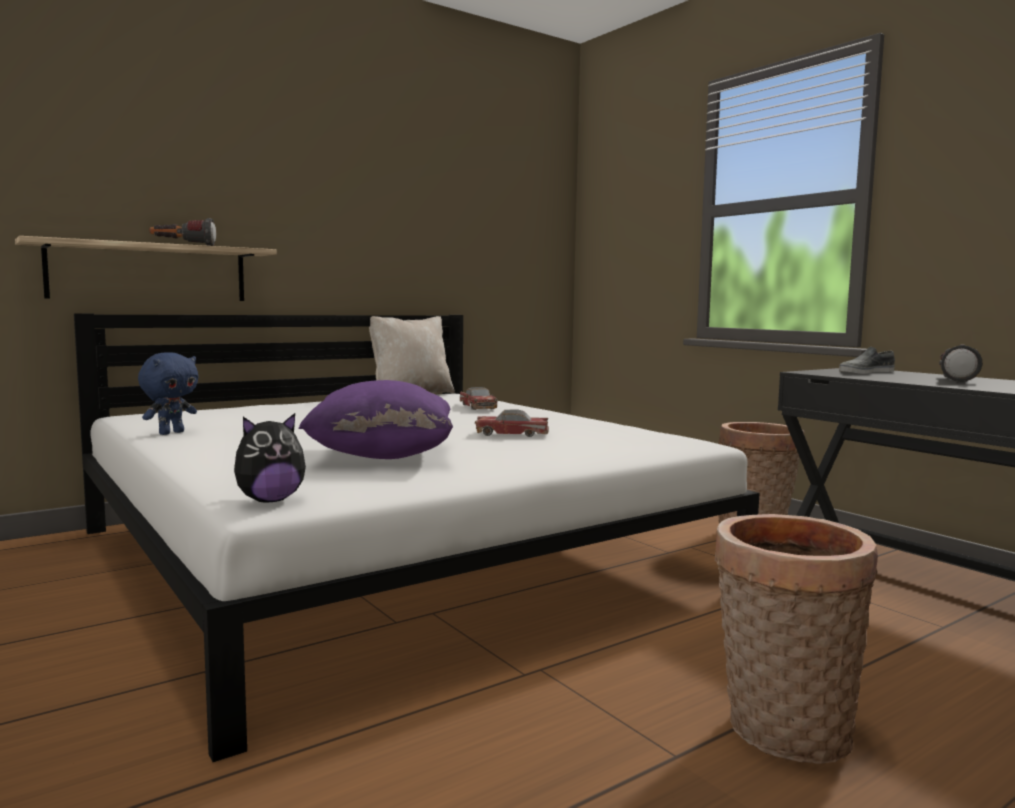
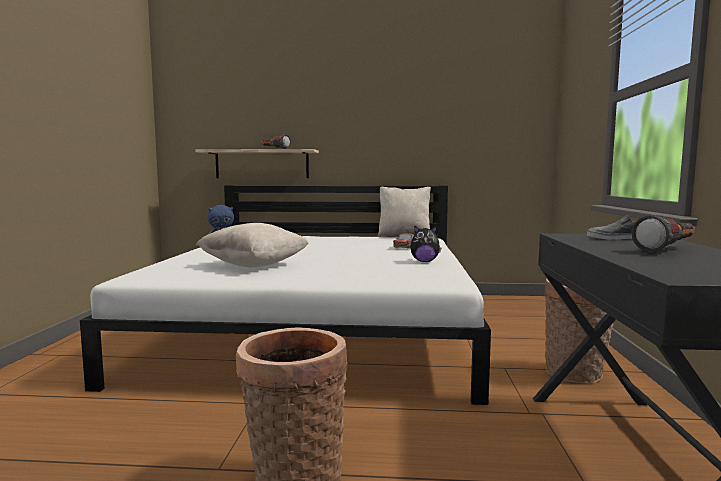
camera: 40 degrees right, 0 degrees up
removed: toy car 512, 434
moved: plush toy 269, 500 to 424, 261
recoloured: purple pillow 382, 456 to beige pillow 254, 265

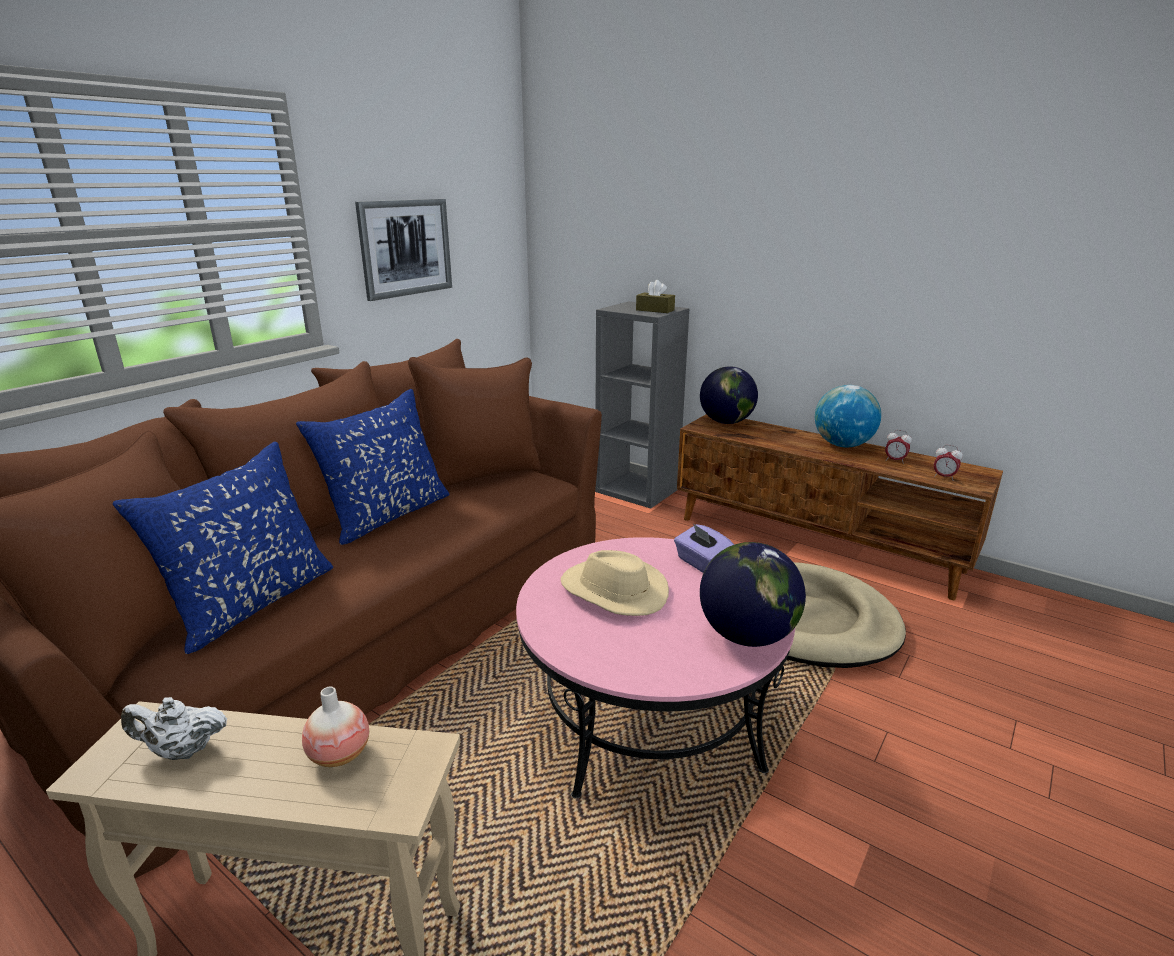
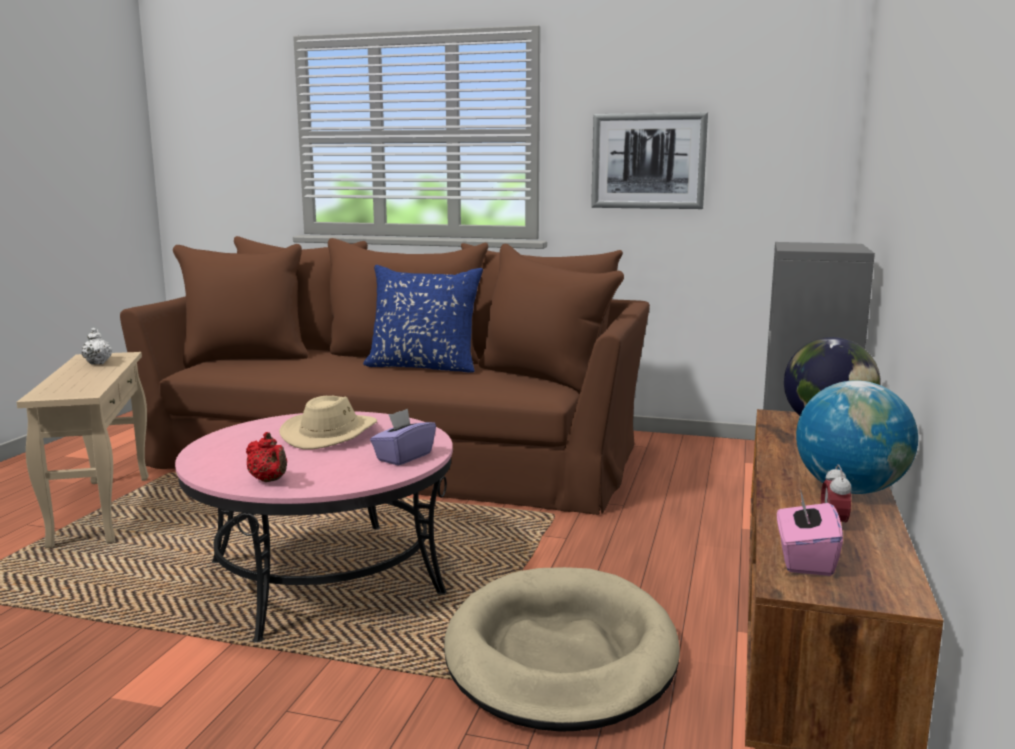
camera: 70 degrees right, 10 degrees down
removed: blue pillow 251, 602; vase 339, 754; brown tissue box 655, 310
replaced: globe 747, 635 to red teapot 269, 480; alarm clock 943, 477 to pink tissue box 804, 559

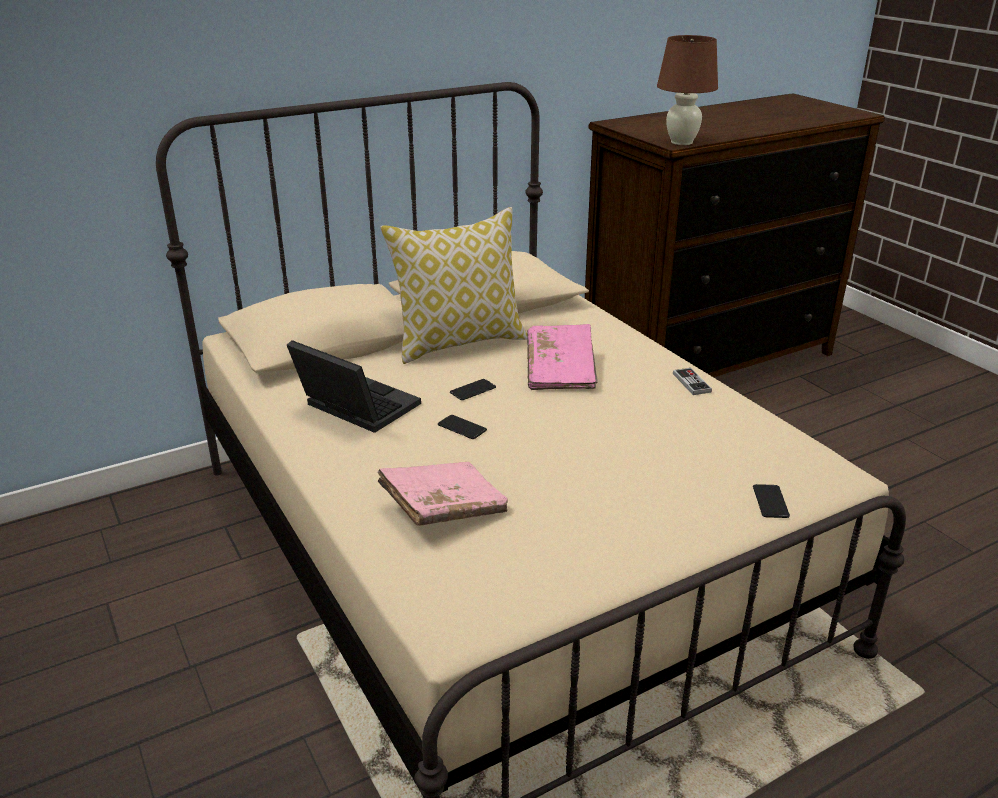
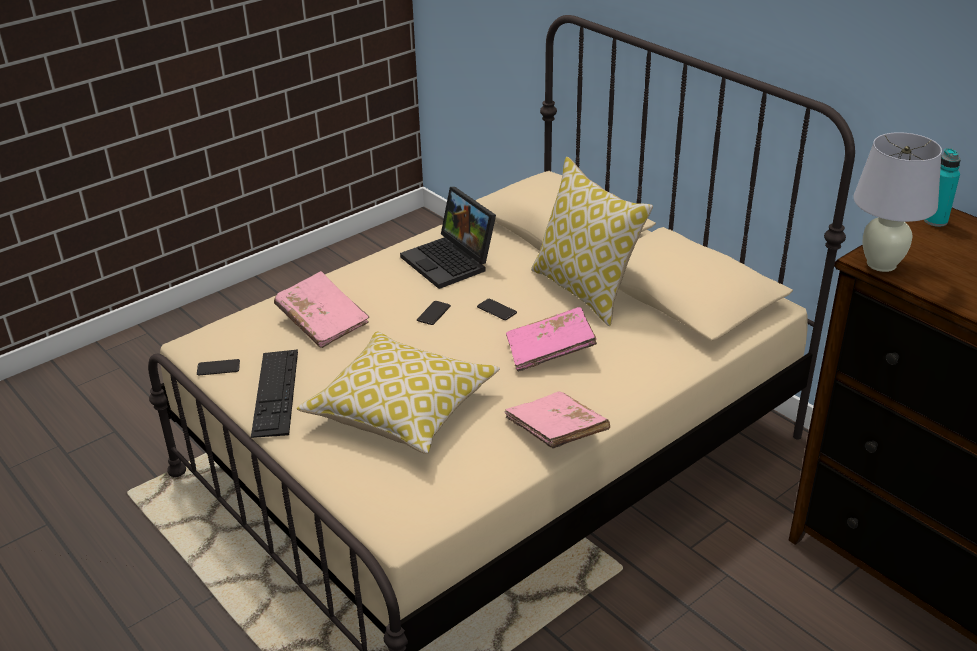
camera: 80 degrees right, 5 degrees up
added: keyboard 275, 392; pillow 402, 410; turquoise bottle 935, 221
moved: phone 770, 502 to 218, 368
replaced: game controller 691, 383 to pink book 556, 432
recoloured: brown table lamp 681, 142 to white table lamp 880, 264
turned: laptop 354, 407 = 451, 262 120 degrees clockwise

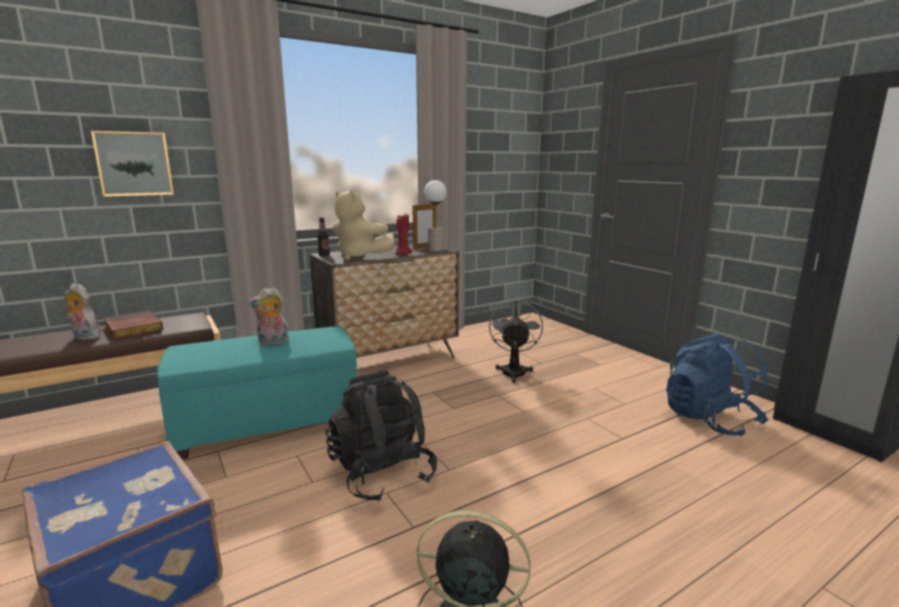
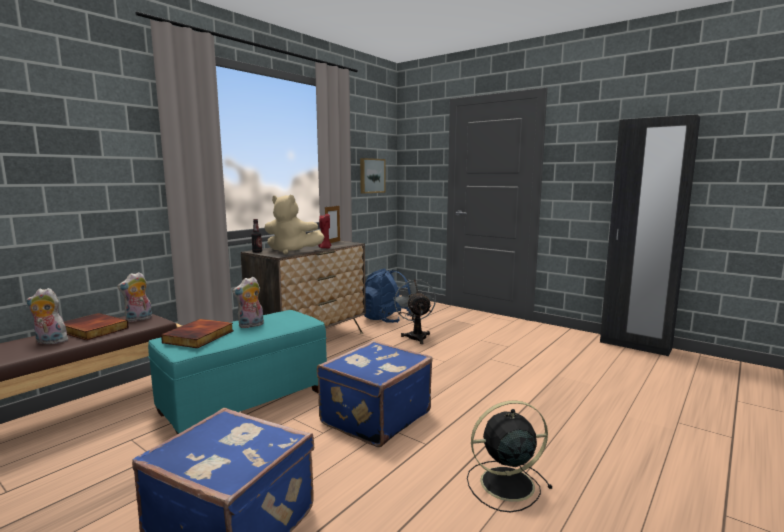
camera: 20 degrees left, 5 degrees down
removed: table lamp 435, 250
added: plush toy 138, 319; book 199, 337
moved: picture 134, 164 to 371, 175; blue backpack 709, 419 to 386, 319
replaced: black backpack 382, 474 to blue suitcase 374, 417

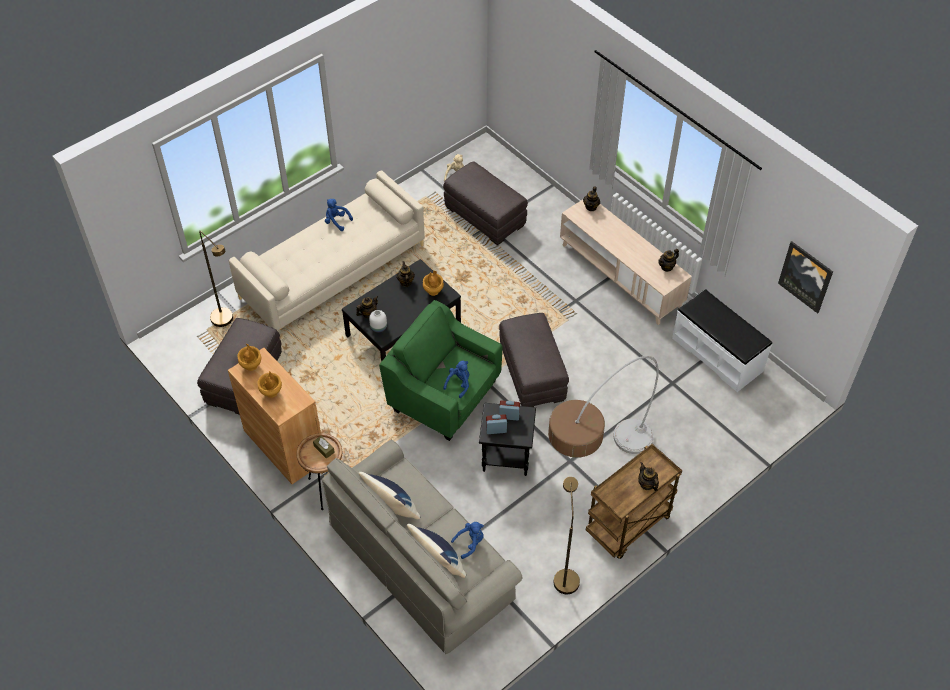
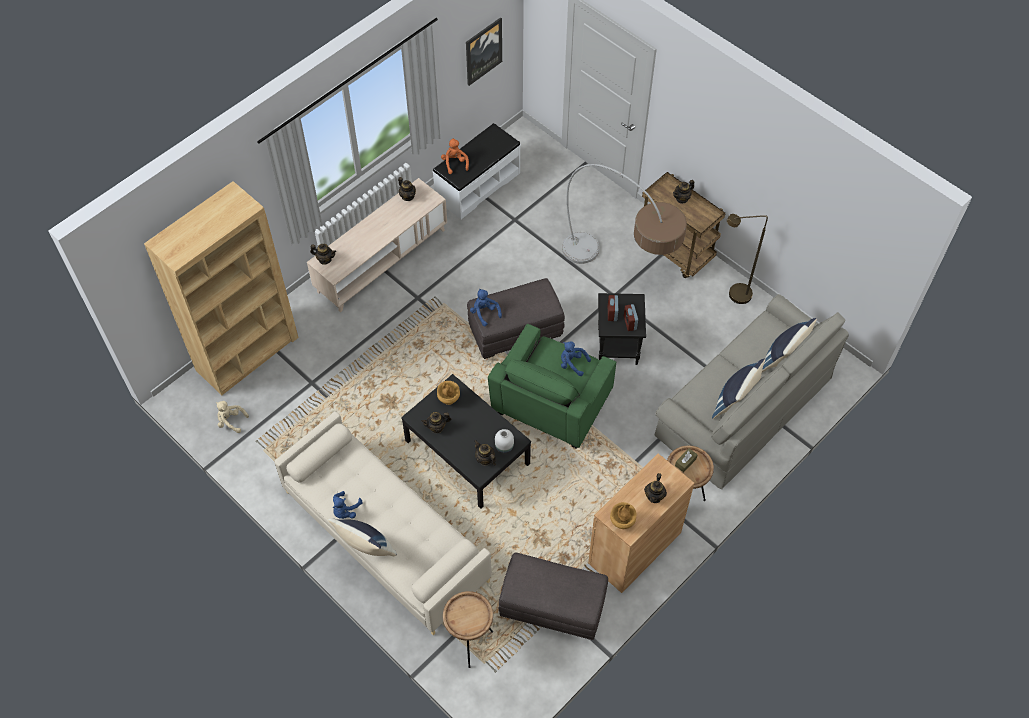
camera: 95 degrees left, 5 degrees up
removed: grey ottoman 485, 216
added: brown bookcase 248, 353; blue pillow 365, 548; orange plush toy 455, 163
moved: blue plush toy 470, 543 to 484, 313
replaced: brown floor lamp 226, 321 to brown side table 470, 642; brown vase 271, 393 to teapot 654, 496

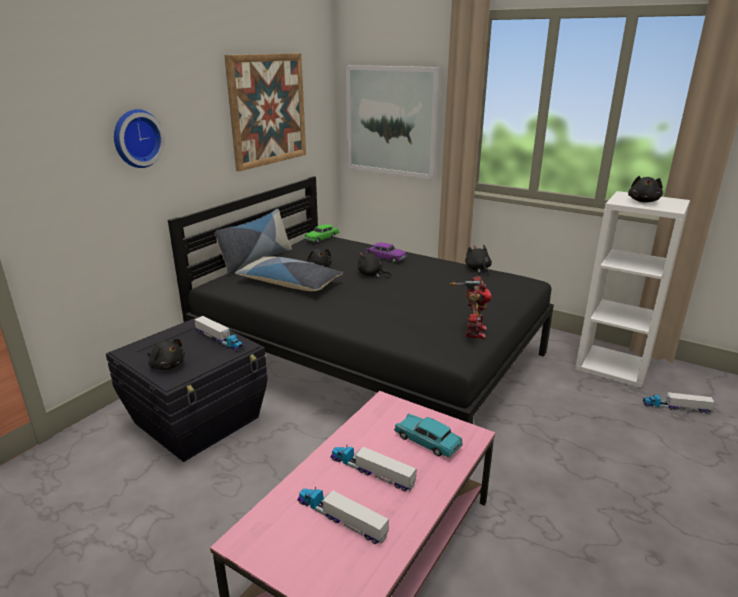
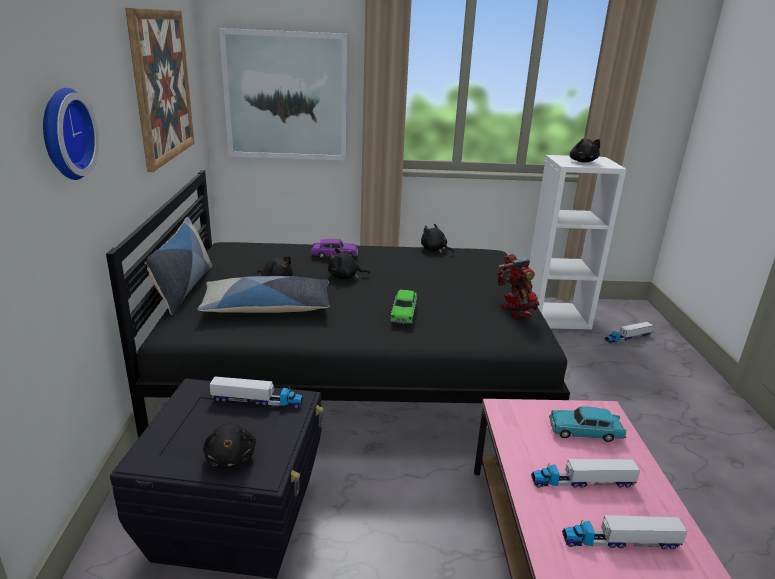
camera: 35 degrees left, 0 degrees up
moved: green toy car 322, 239 to 403, 314
turned: black plush toy 167, 365 = 231, 457 75 degrees clockwise

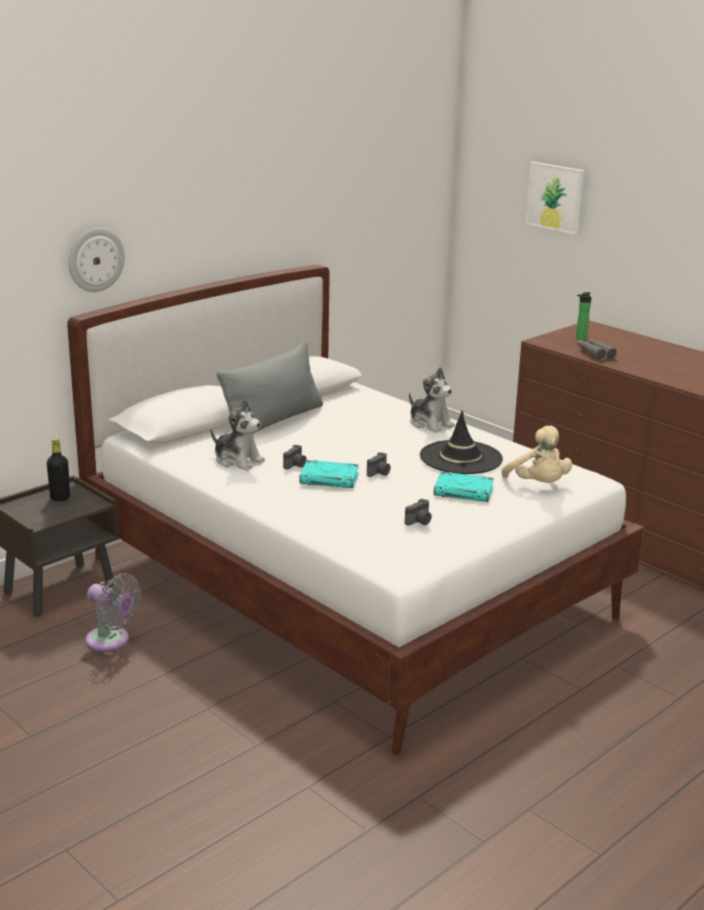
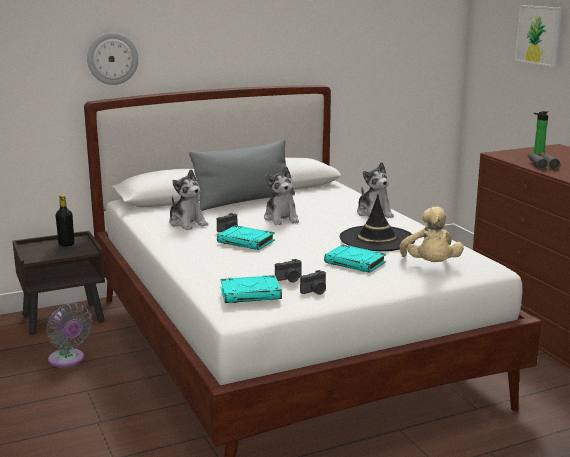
camera: 20 degrees right, 5 degrees down
added: turquoise book 251, 294; plush toy 281, 218
moved: photo camera 379, 473 to 315, 291

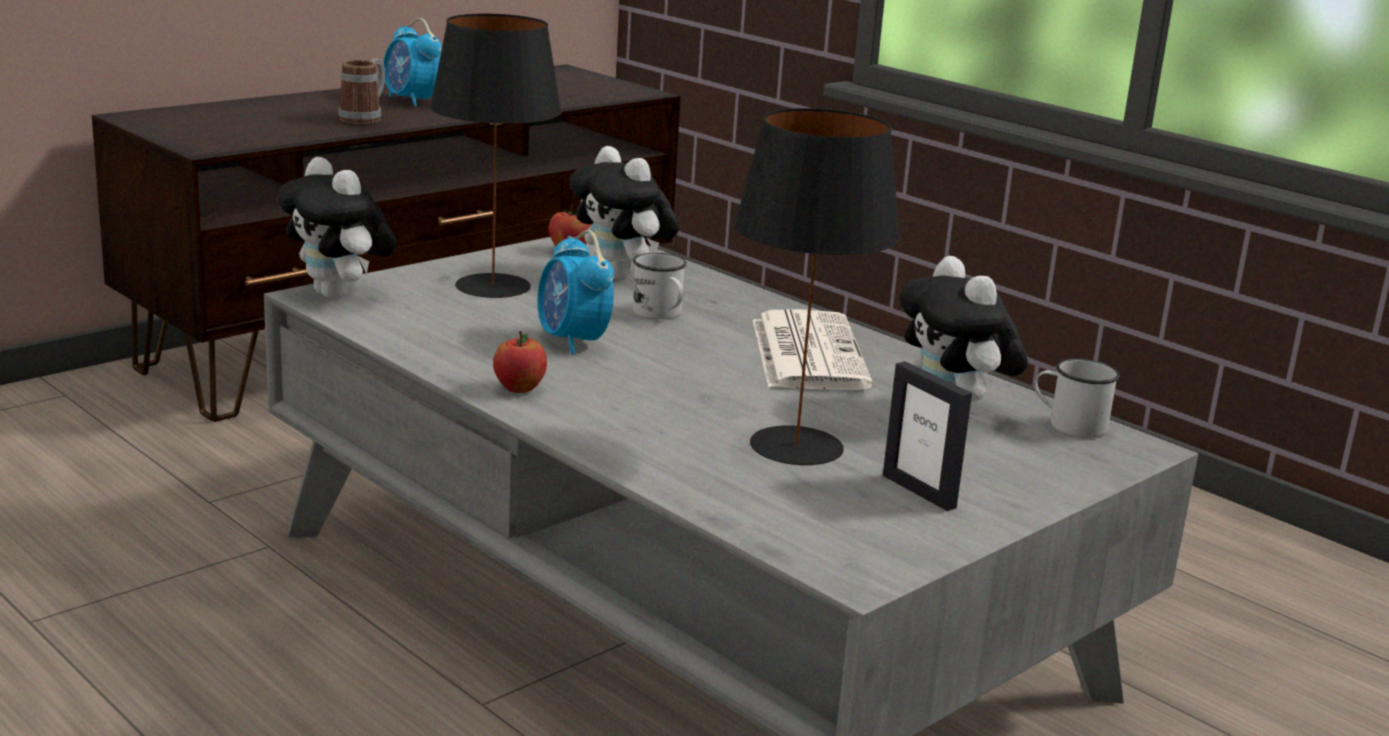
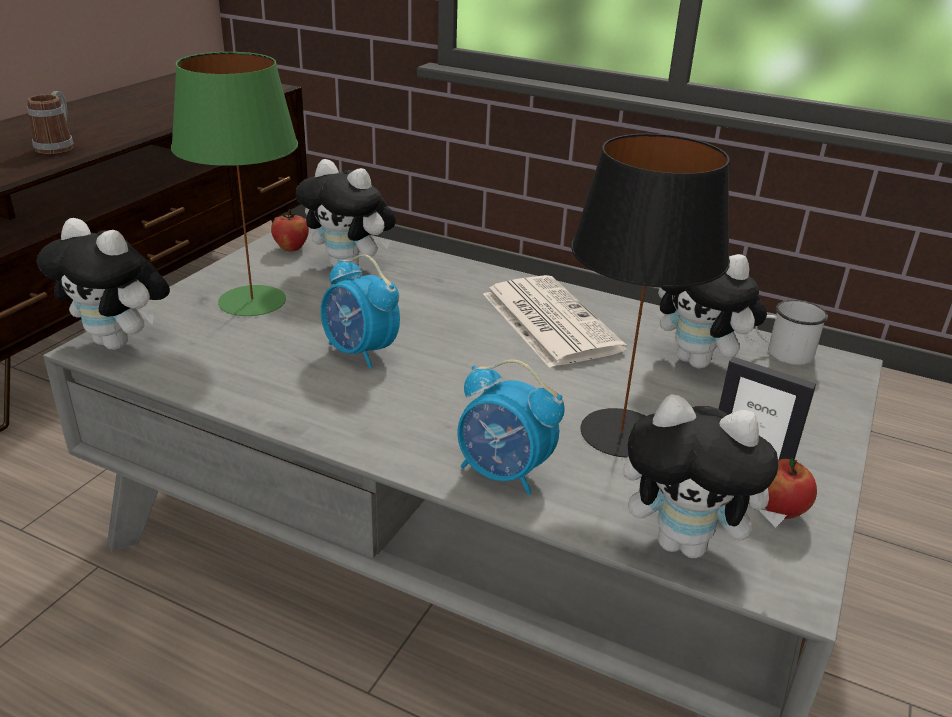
camera: 20 degrees left, 10 degrees up
removed: white mug 661, 314
added: plush toy 686, 543
moved: alarm clock 412, 101 to 504, 473; apple 519, 388 to 780, 510
recoloured: black table lamp 492, 286 to green table lamp 252, 301

